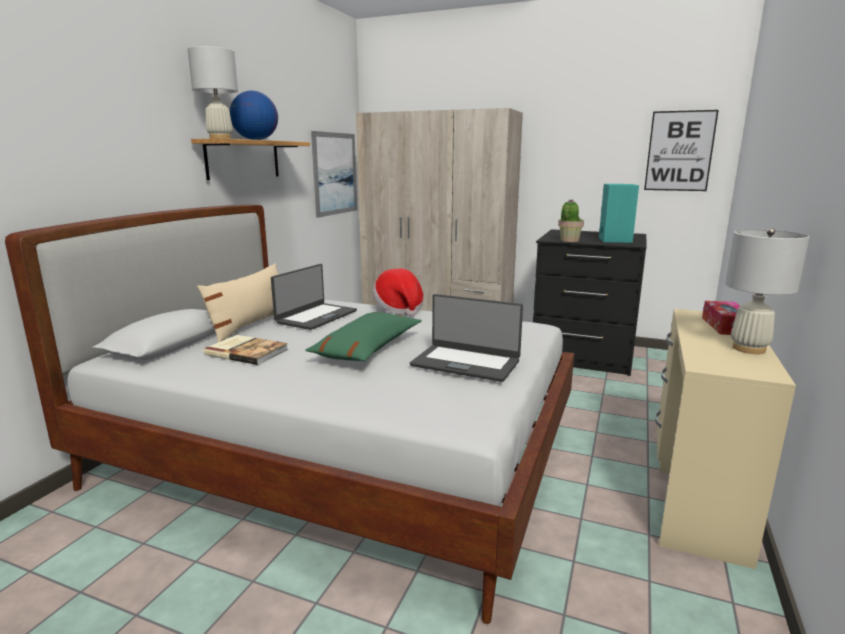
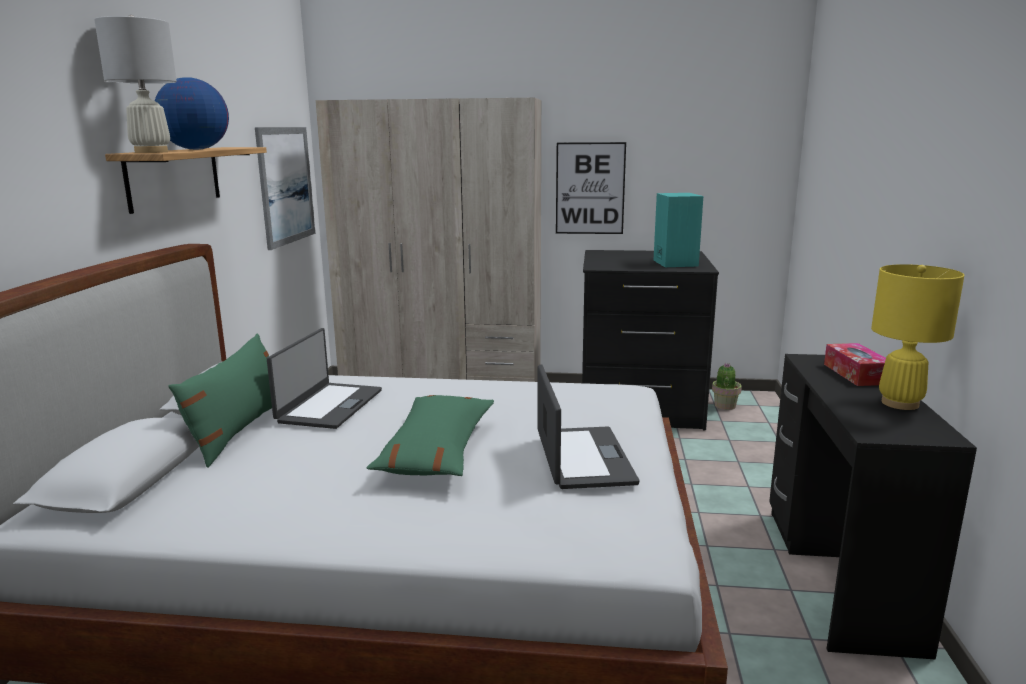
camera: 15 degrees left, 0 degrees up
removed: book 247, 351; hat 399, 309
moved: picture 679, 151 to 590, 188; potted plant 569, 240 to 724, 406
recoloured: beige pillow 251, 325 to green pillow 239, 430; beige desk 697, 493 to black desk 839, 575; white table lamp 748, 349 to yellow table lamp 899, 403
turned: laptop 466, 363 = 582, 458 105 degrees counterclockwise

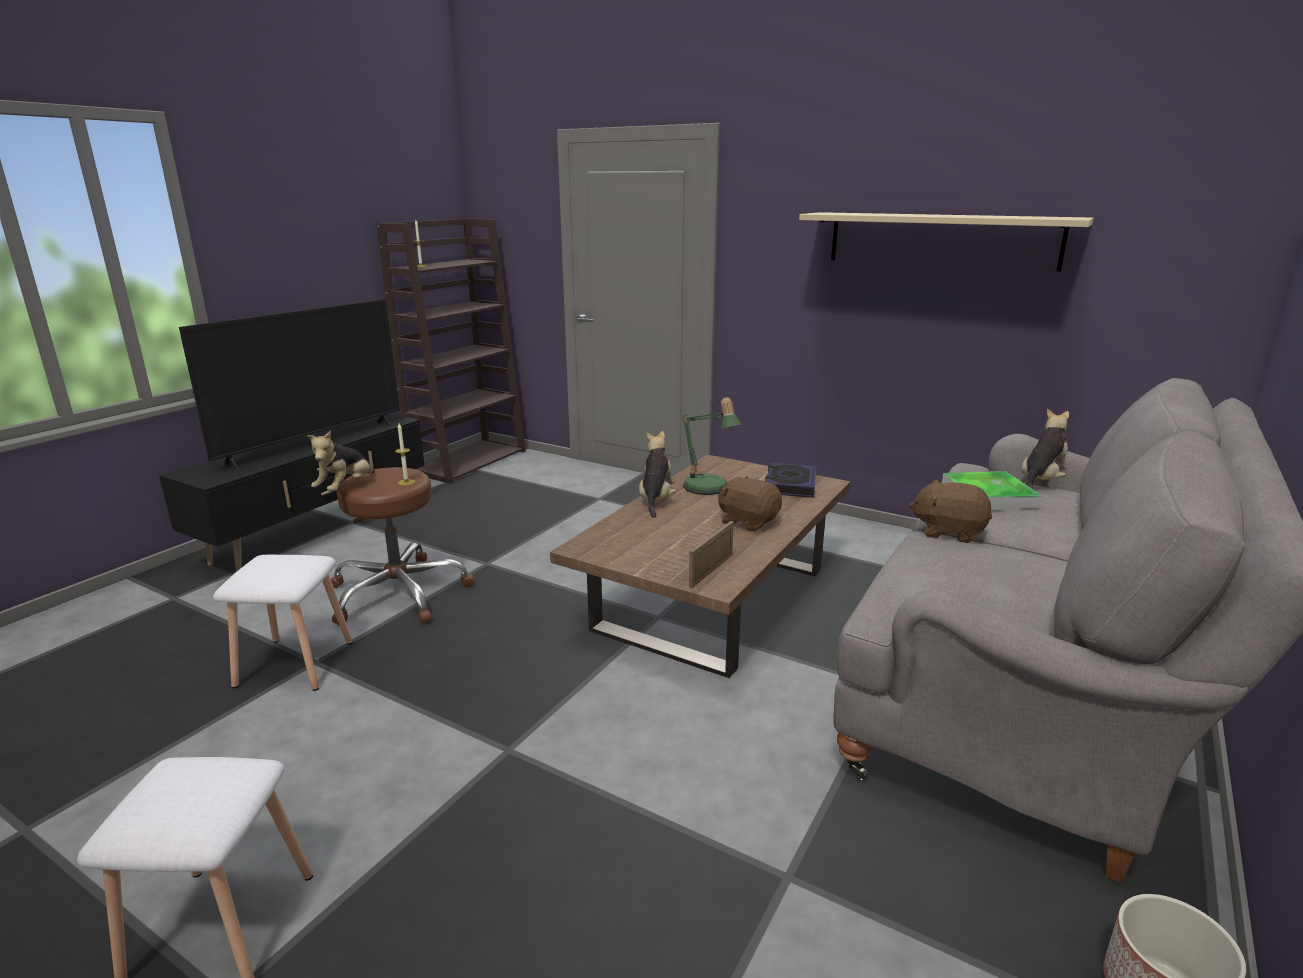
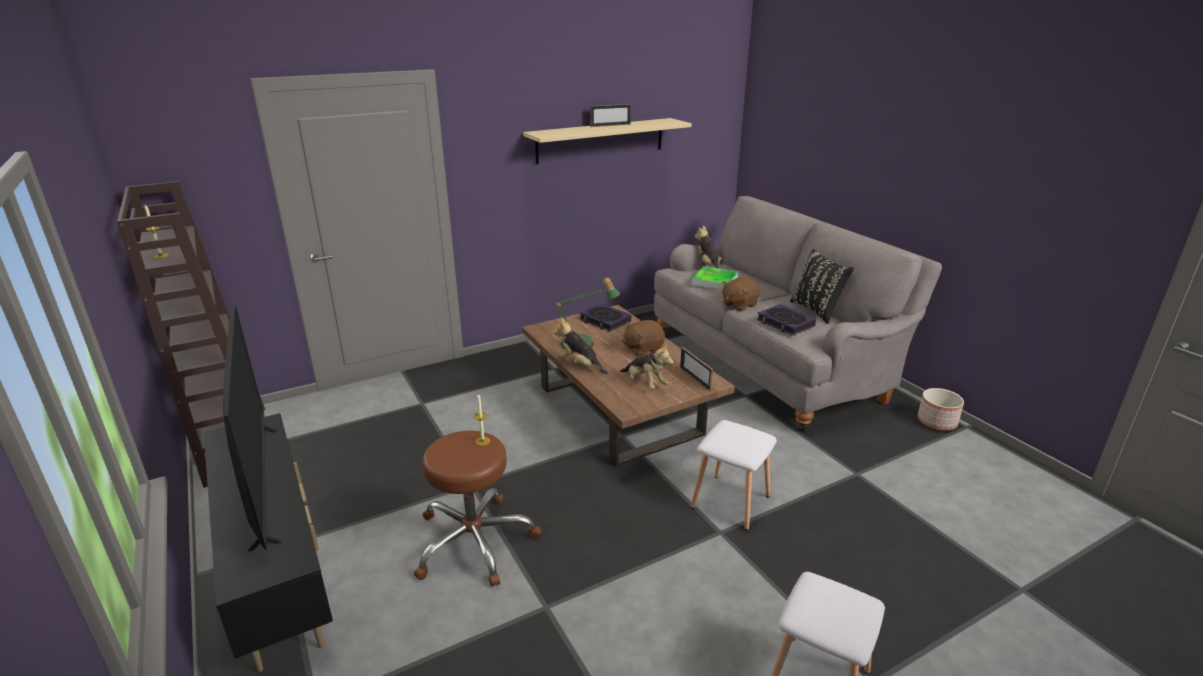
camera: 60 degrees left, 5 degrees up
added: picture frame 610, 125; book 785, 323; black pillow 817, 310
moved: plush toy 346, 488 to 645, 383; white stool 295, 665 to 732, 501

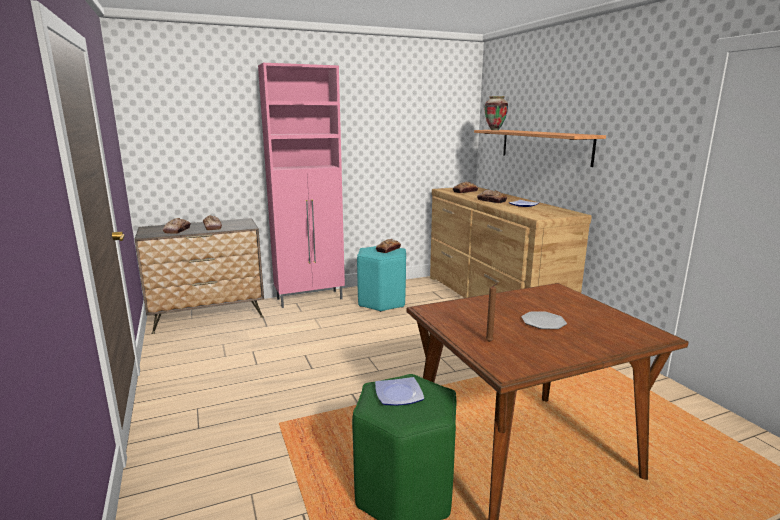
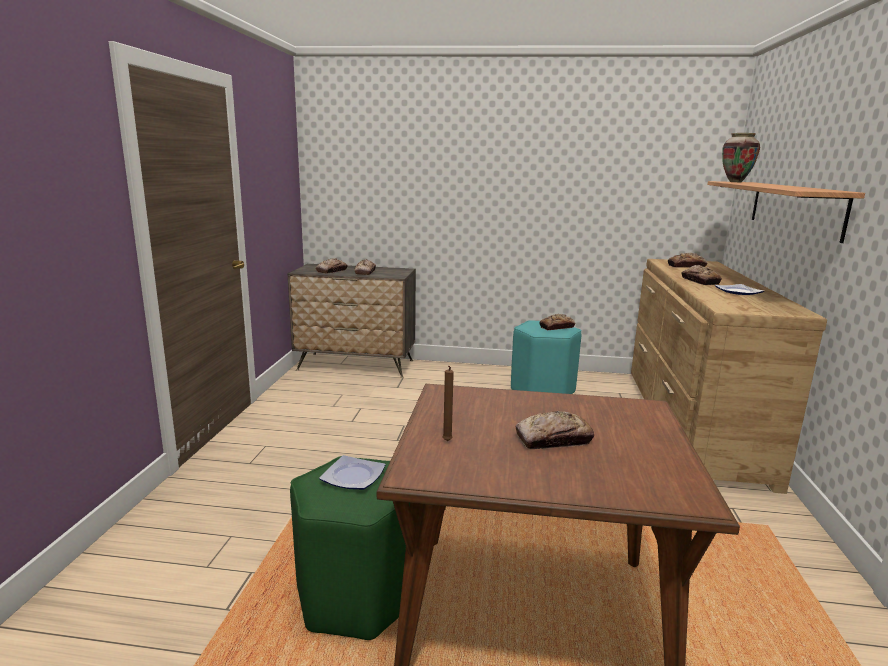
camera: 30 degrees right, 0 degrees up
removed: pink cabinet 310, 299
replaced: plate 543, 322 to bread 553, 439

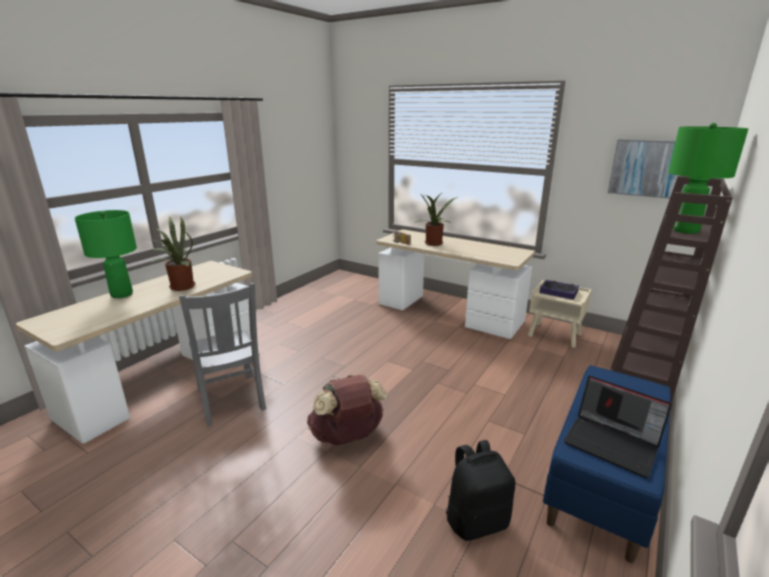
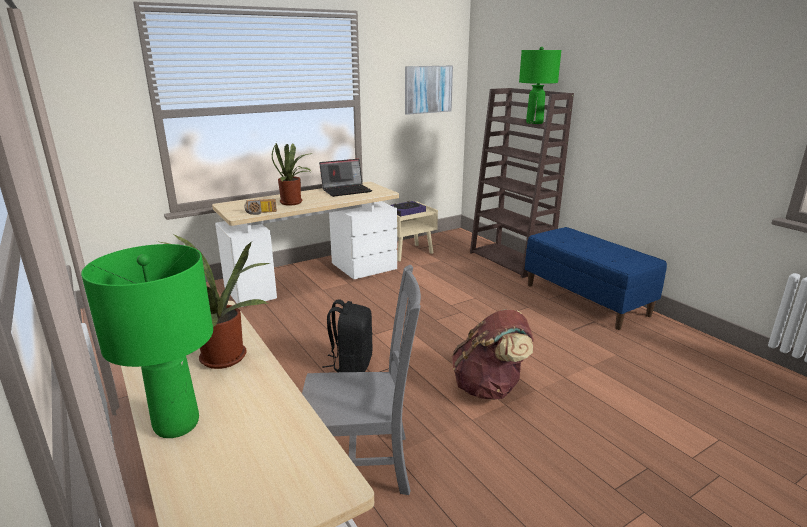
camera: 65 degrees left, 0 degrees up
moved: laptop 613, 443 to 346, 190; black backpack 476, 520 to 351, 364

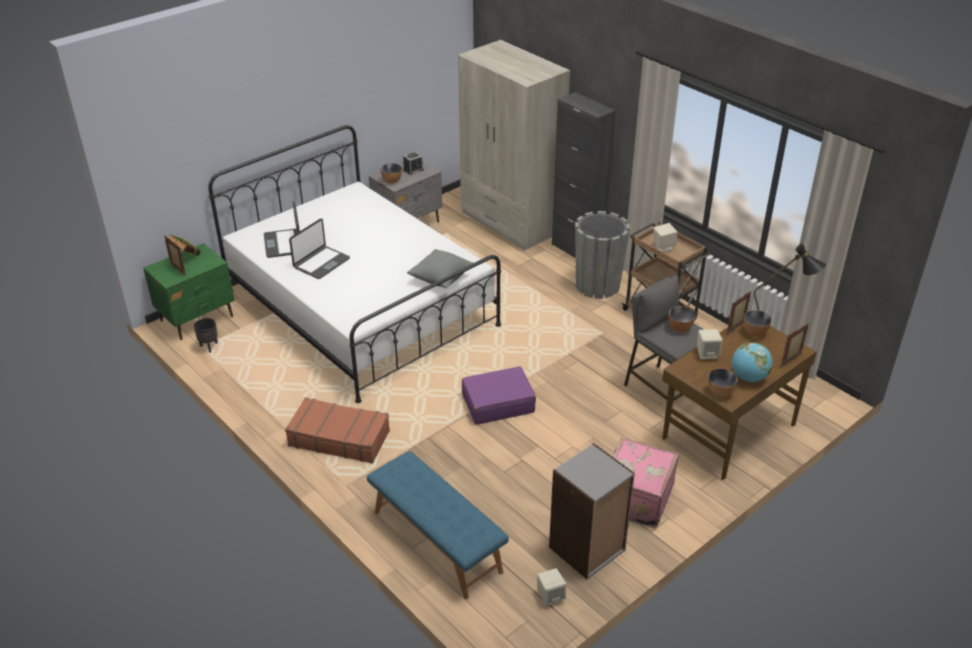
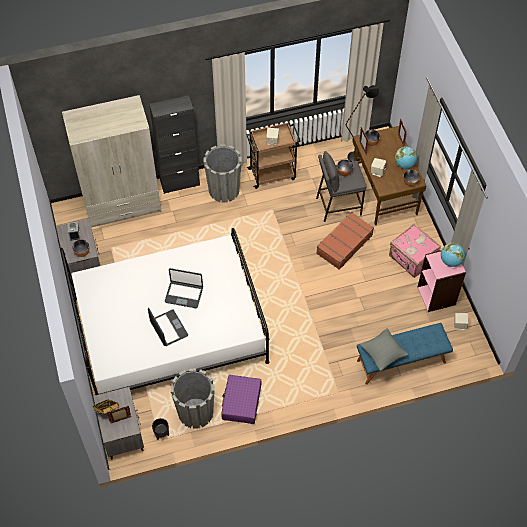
camera: 65 degrees left, 20 degrees up
added: grey planter 195, 412; globe 451, 261
moved: laptop 283, 244 to 184, 294; purple suitcase 497, 403 to 241, 402; brown suitcase 339, 438 to 344, 244; grey pillow 441, 279 to 382, 354
recoloured: green nightstand 197, 318 to grey nightstand 123, 434; grey bookcase 587, 549 to pink bookcase 437, 296

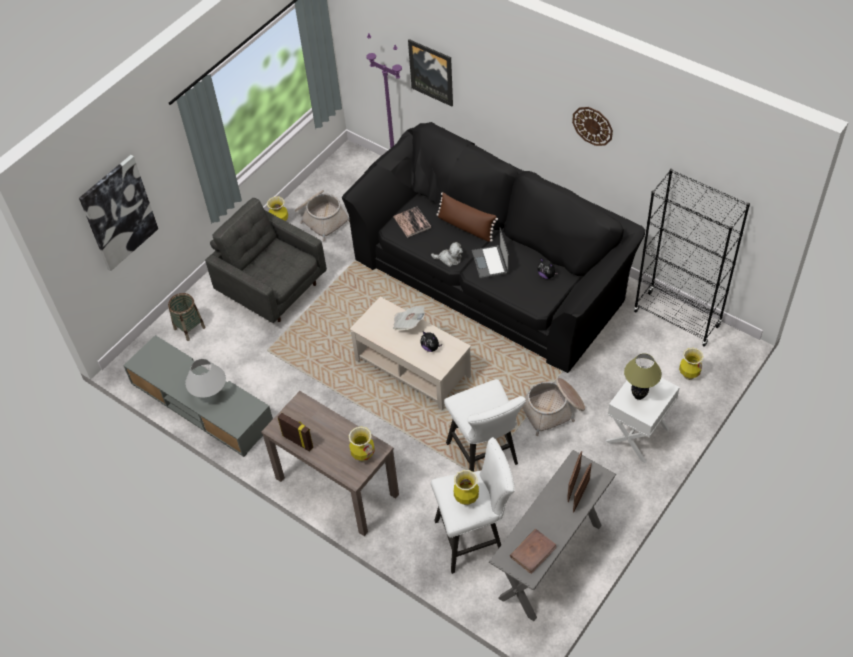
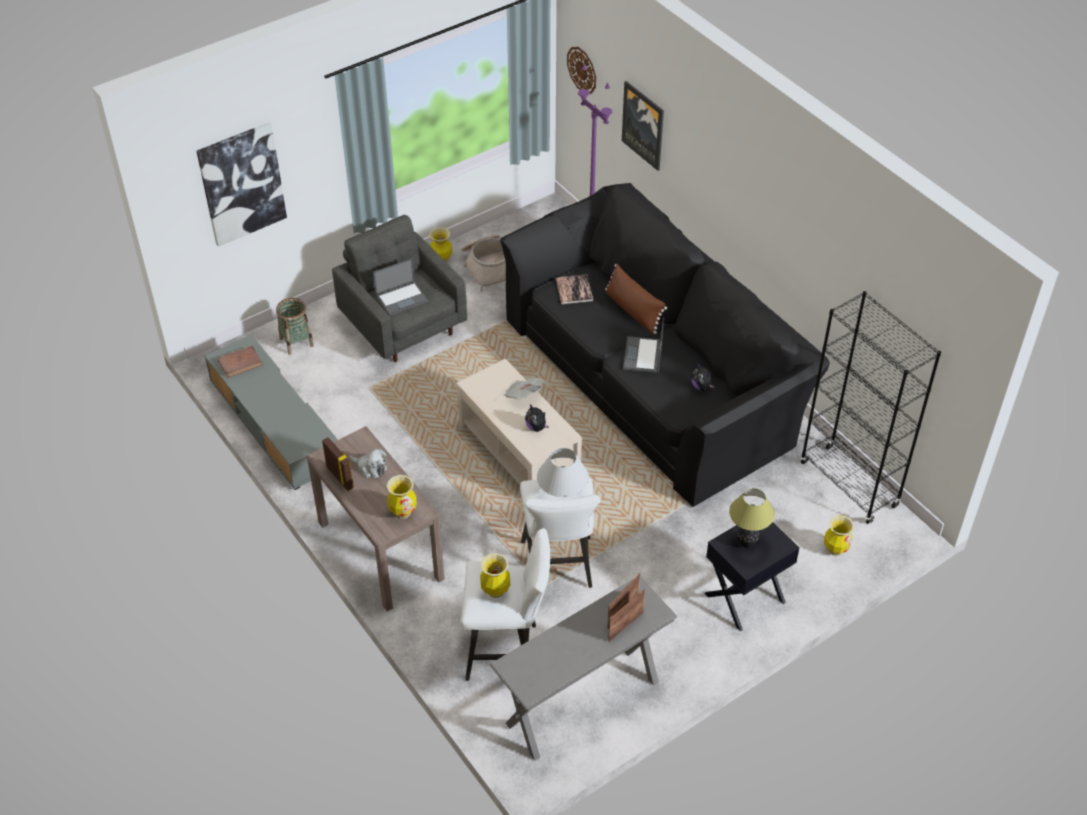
camera: 15 degrees right, 5 degrees down
removed: basket 553, 410
added: laptop 402, 298
moved: brown book 533, 552 to 240, 363; plush toy 449, 259 to 370, 468; white table lamp 210, 393 to 562, 495; wall clock 592, 125 to 582, 70
recoloured: white nightstand 638, 435 to black nightstand 745, 598

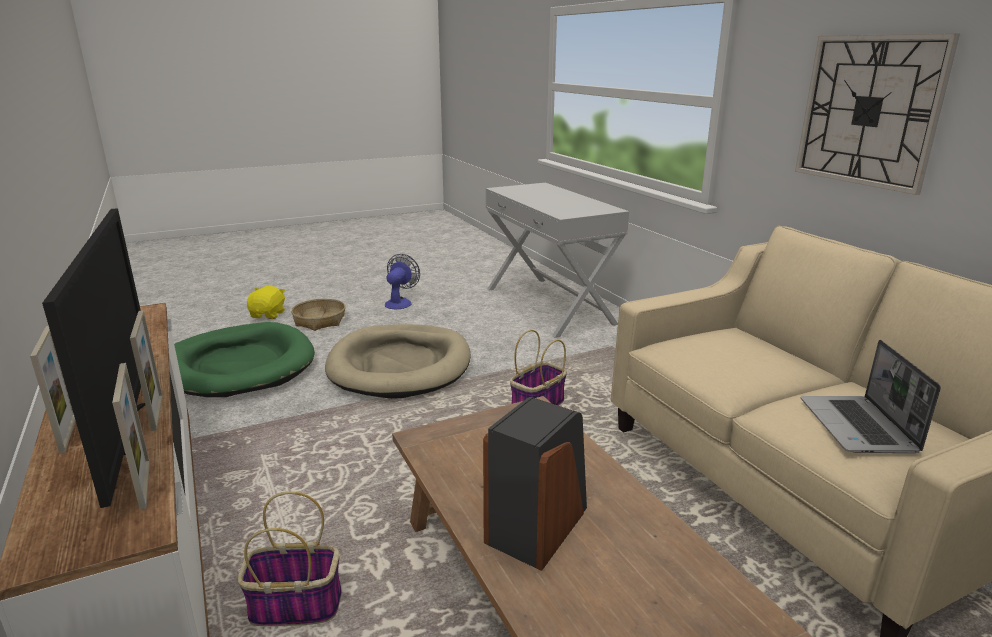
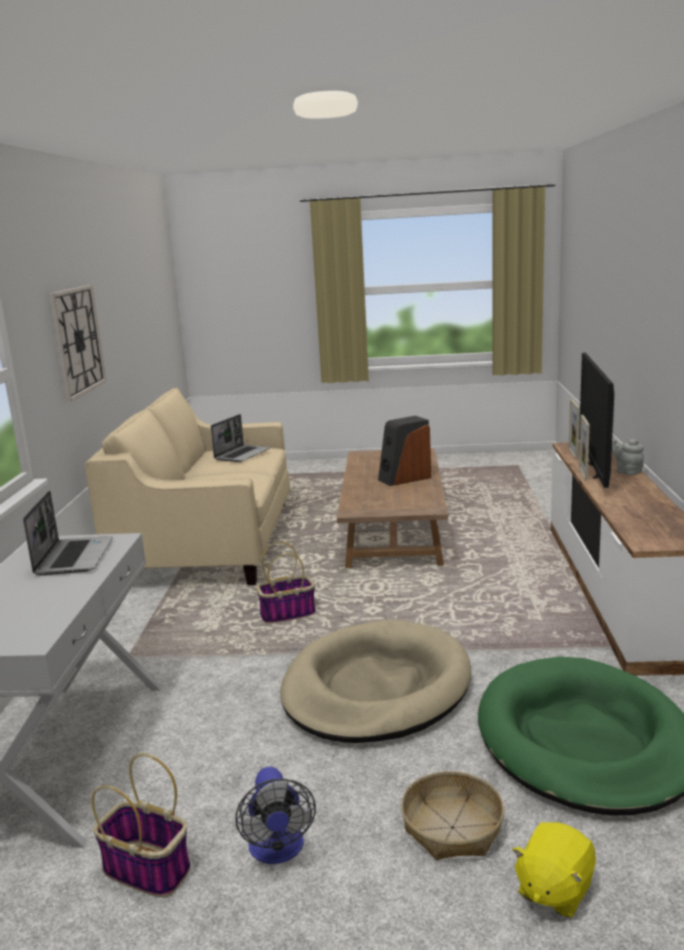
camera: 150 degrees left, 5 degrees down
added: laptop 73, 557
moved: basket 293, 606 to 148, 869
replaced: picture frame 68, 433 to grey teapot 627, 471
turned: fan 400, 302 = 278, 850 60 degrees counterclockwise

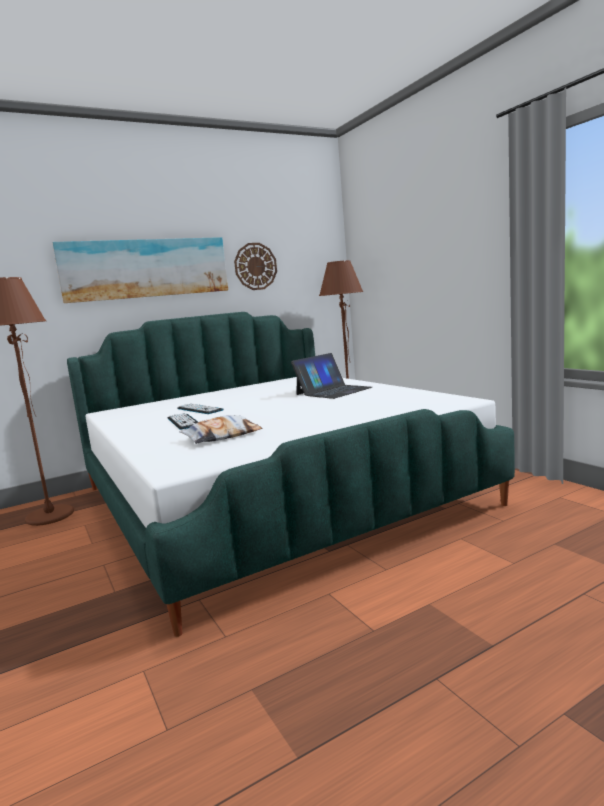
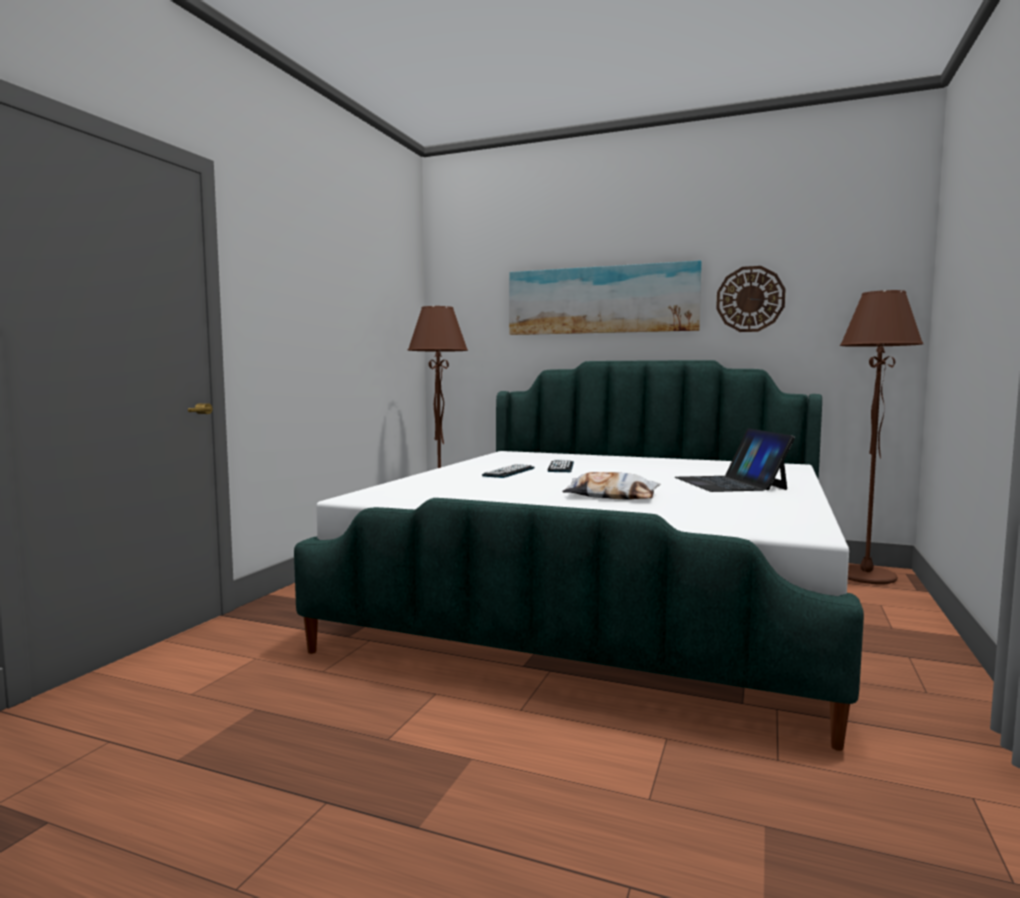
camera: 50 degrees right, 5 degrees down
moved: pillow 222, 436 to 611, 496
turned: laptop 333, 391 = 730, 483 75 degrees clockwise

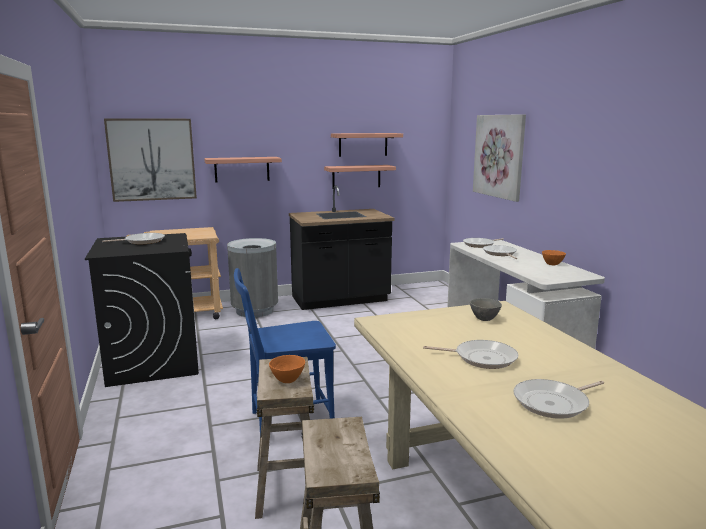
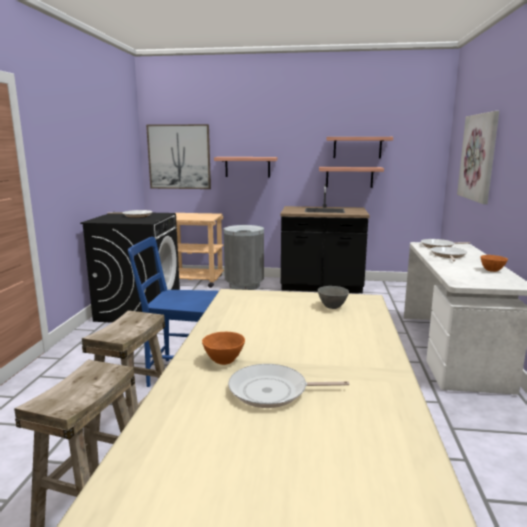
camera: 25 degrees right, 0 degrees up
removed: frying pan 481, 358
moved: orange bowl 287, 380 to 224, 361

